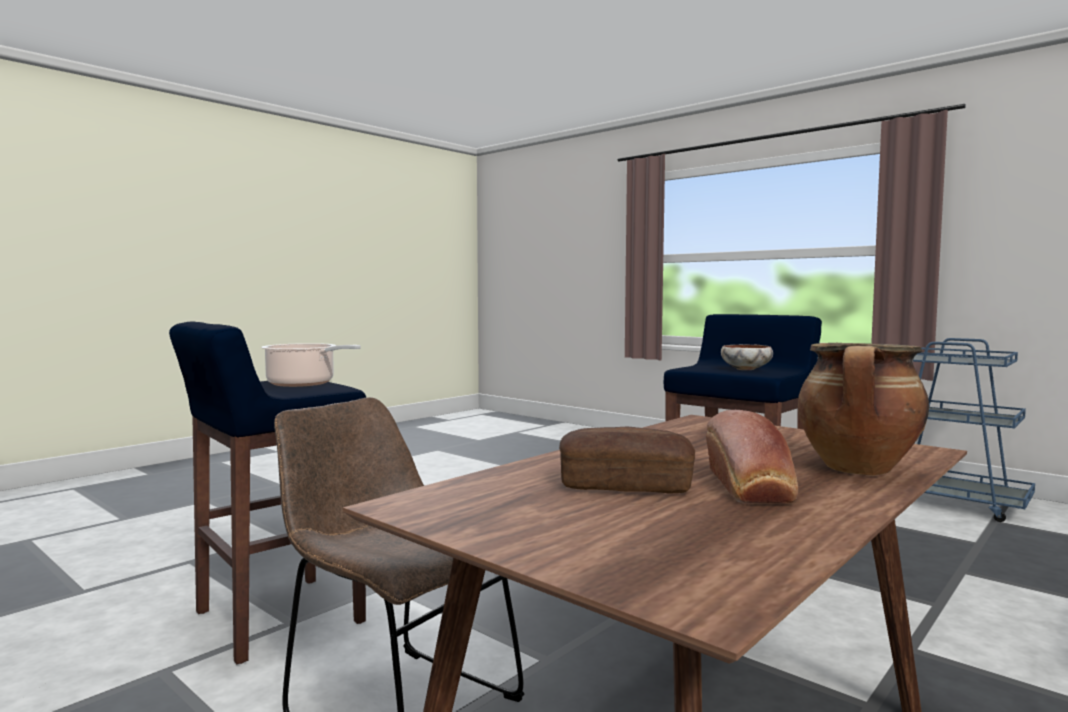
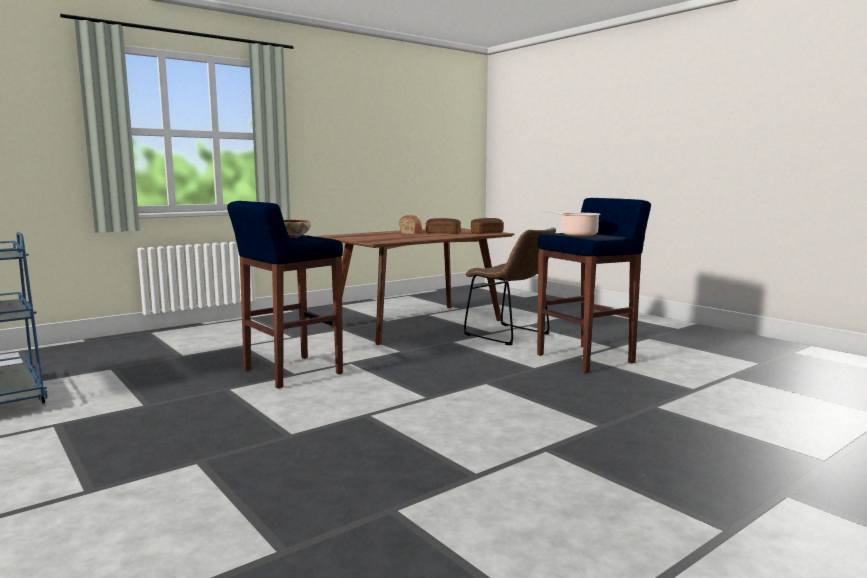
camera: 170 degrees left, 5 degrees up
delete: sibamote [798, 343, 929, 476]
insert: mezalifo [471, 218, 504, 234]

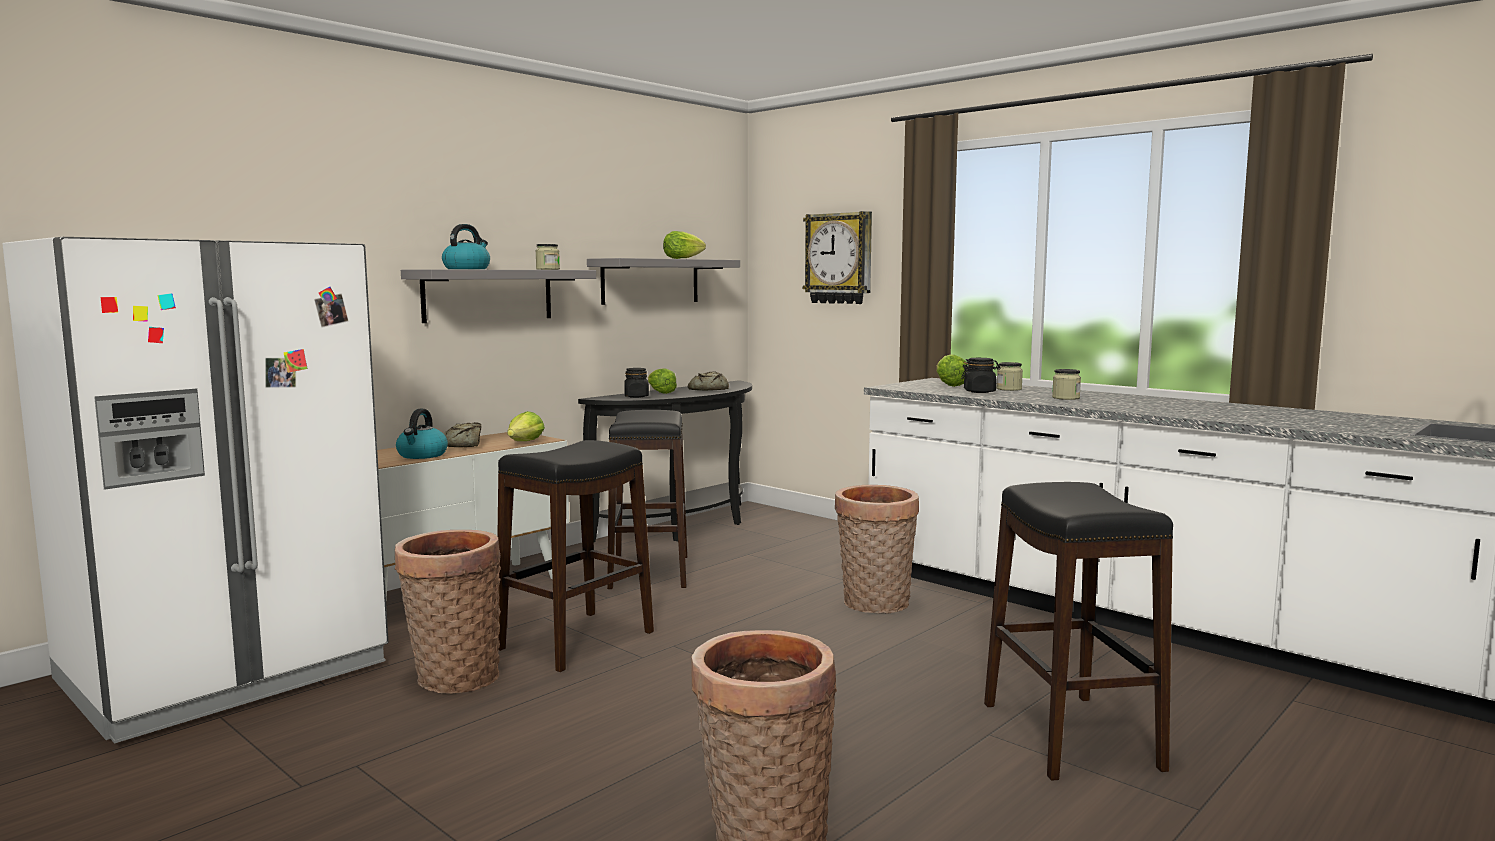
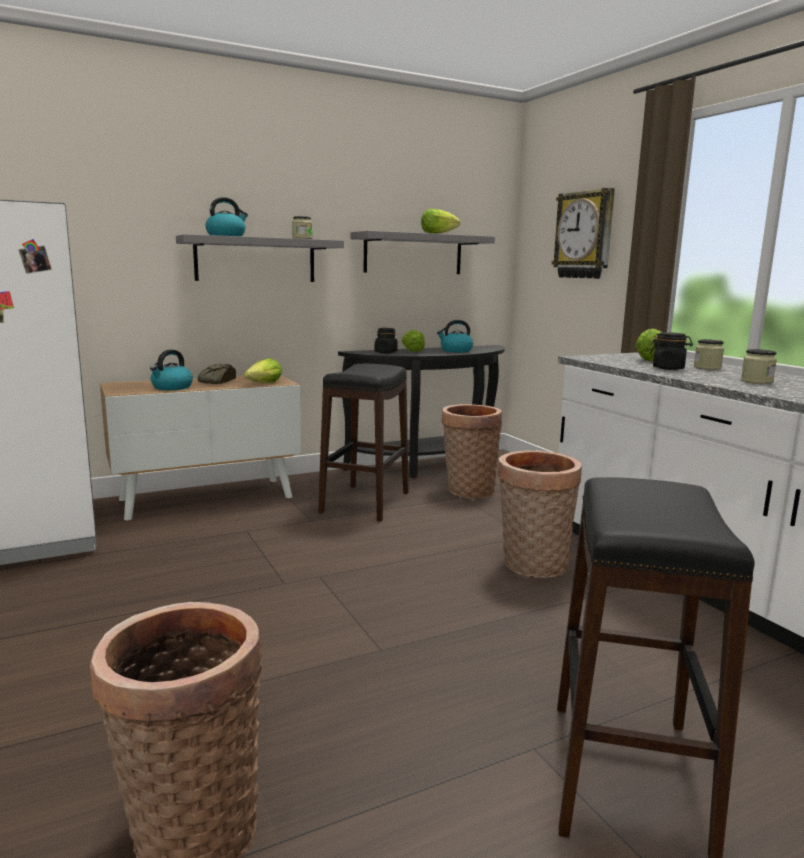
camera: 20 degrees right, 5 degrees up
delete: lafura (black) [497, 440, 654, 672]
move: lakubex [395, 530, 501, 694] to [442, 404, 502, 499]
replace: mezalifo [688, 372, 729, 391] to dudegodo [437, 320, 473, 353]

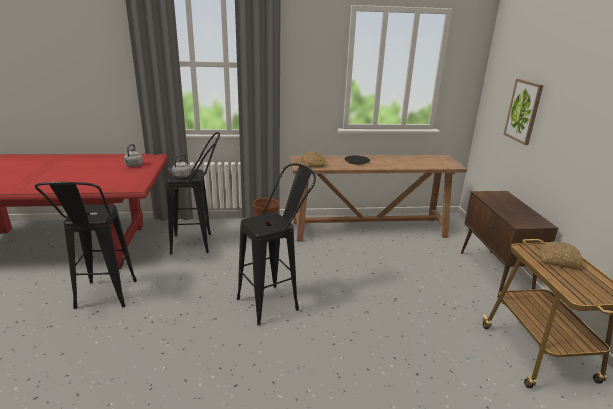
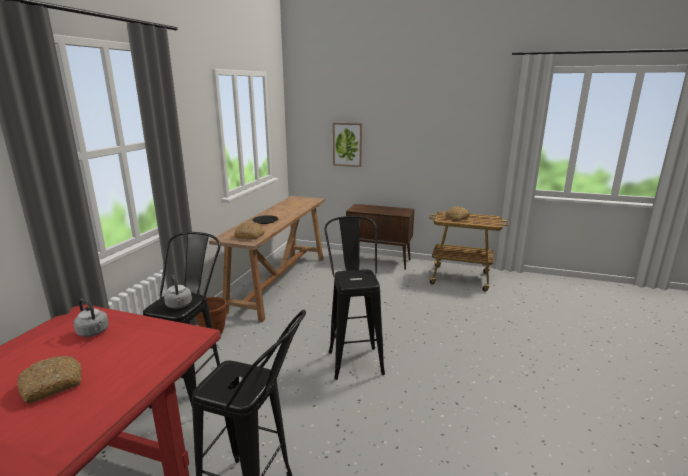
camera: 65 degrees left, 5 degrees down
insert: mezalifo [18, 356, 81, 403]

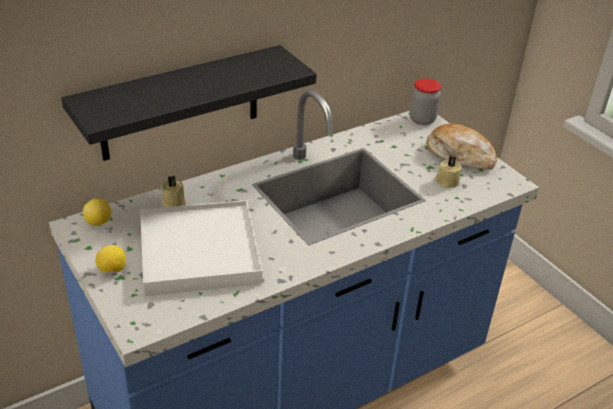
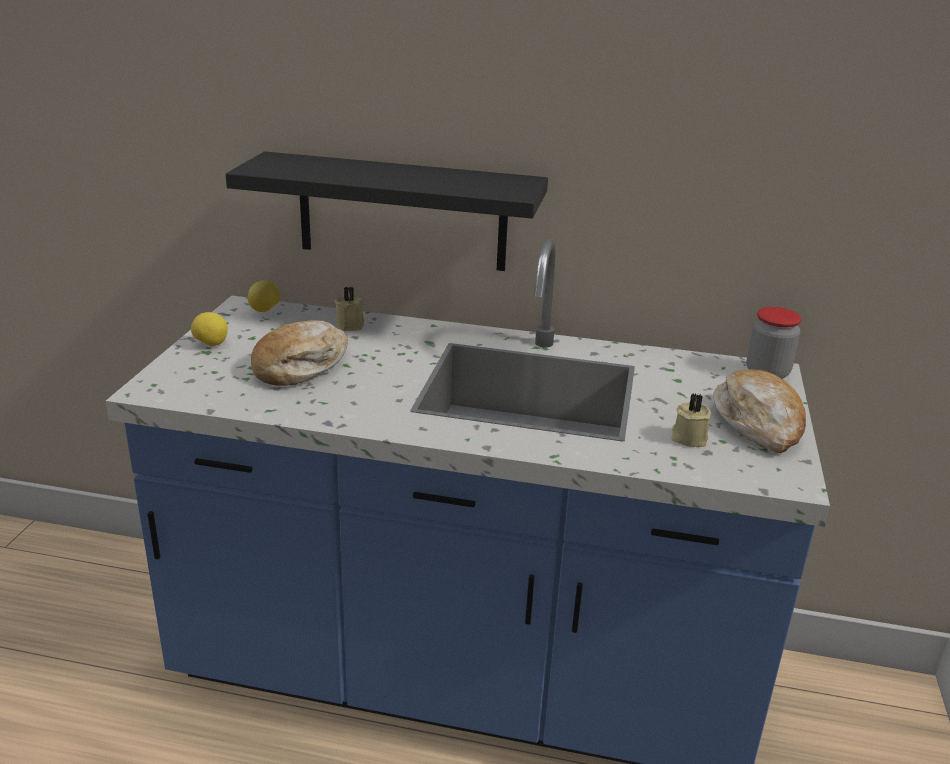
camera: 45 degrees right, 10 degrees down
replace: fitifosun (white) [140, 200, 262, 296] to mezalifo [251, 320, 348, 386]

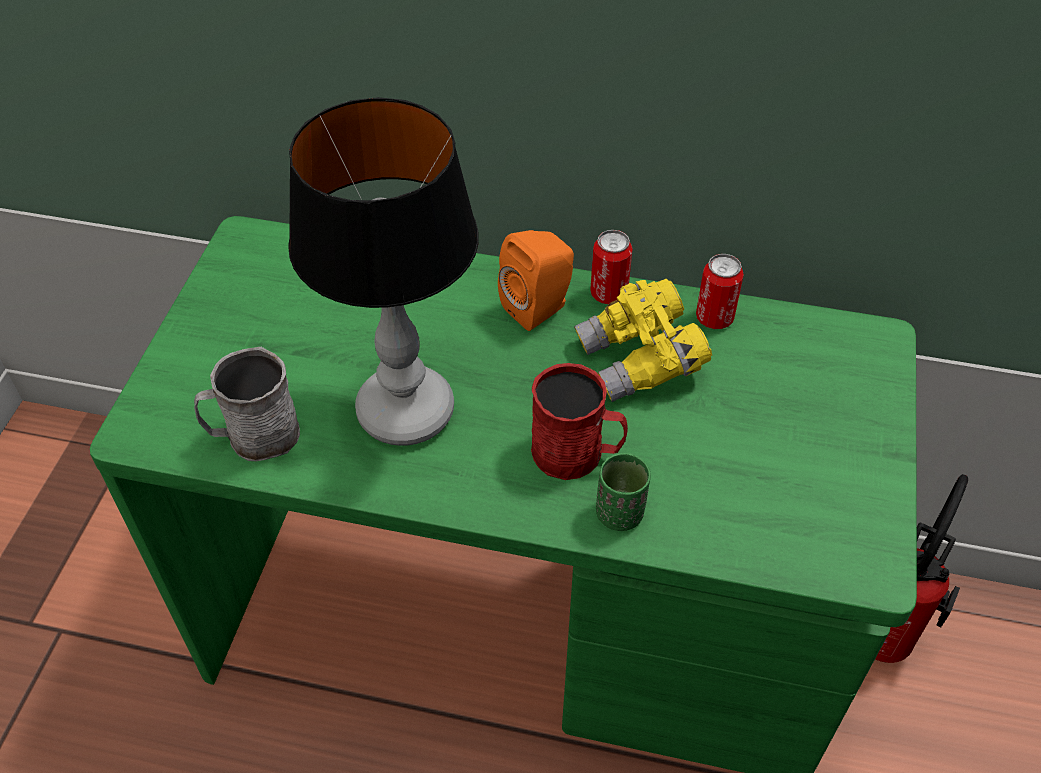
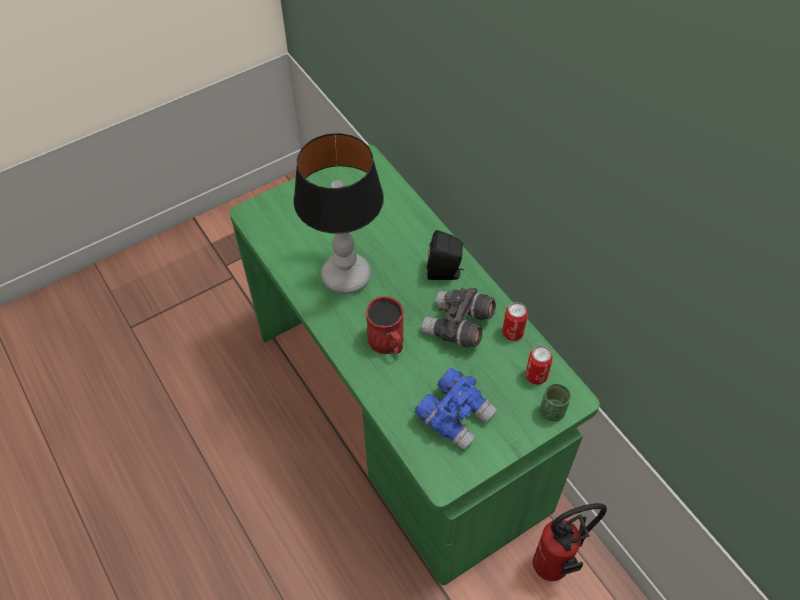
camera: 45 degrees right, 5 degrees up
delete: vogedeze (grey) [194, 347, 300, 461]
insert: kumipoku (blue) [415, 368, 497, 450]
move: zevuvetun [590, 230, 633, 304] to [525, 346, 553, 385]; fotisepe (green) [596, 452, 651, 531] to [540, 383, 571, 422]
recolor: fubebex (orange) [498, 230, 574, 331] to fubebex (black) [427, 230, 464, 280]; kumipoku (yellow) [574, 279, 712, 402] to kumipoku (grey) [422, 288, 496, 347]

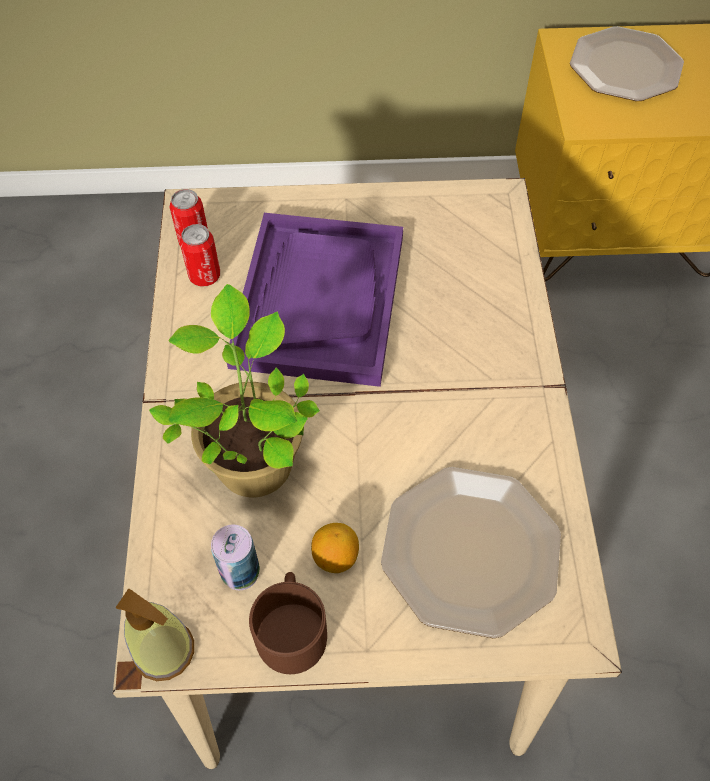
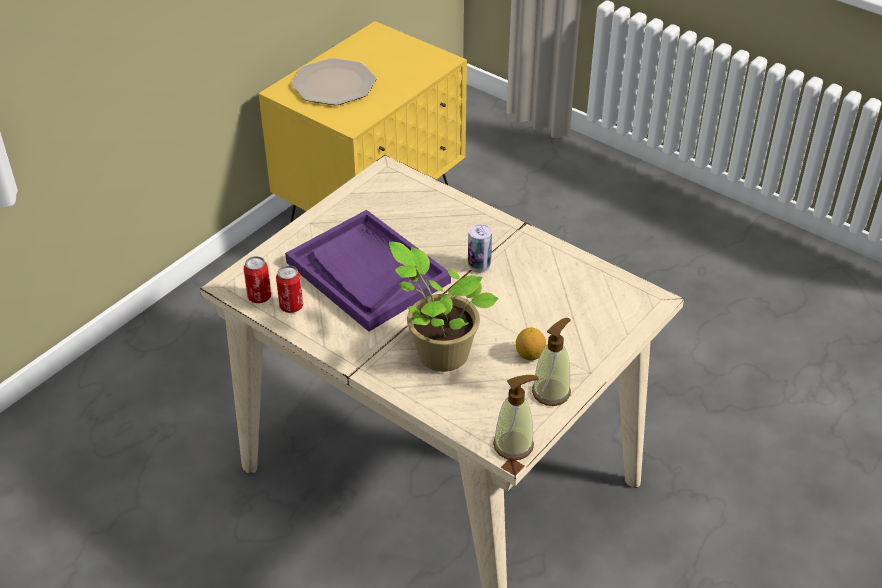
camera: 50 degrees left, 15 degrees down
delete: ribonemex [381, 467, 561, 639]
move: zevuvetun [211, 525, 260, 590] to [468, 224, 492, 273]
replace: vogedeze (brown) [249, 572, 327, 674] to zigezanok [532, 318, 571, 406]

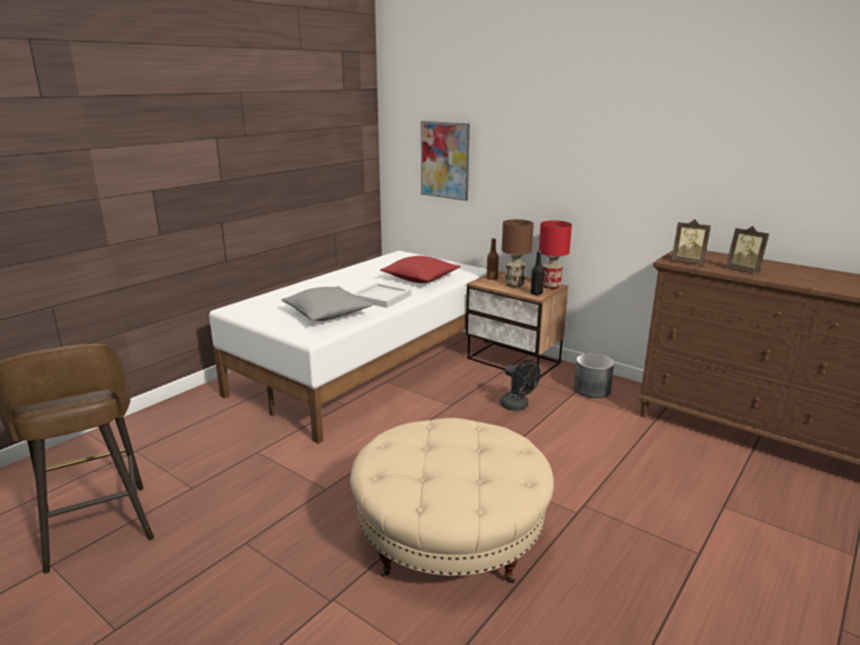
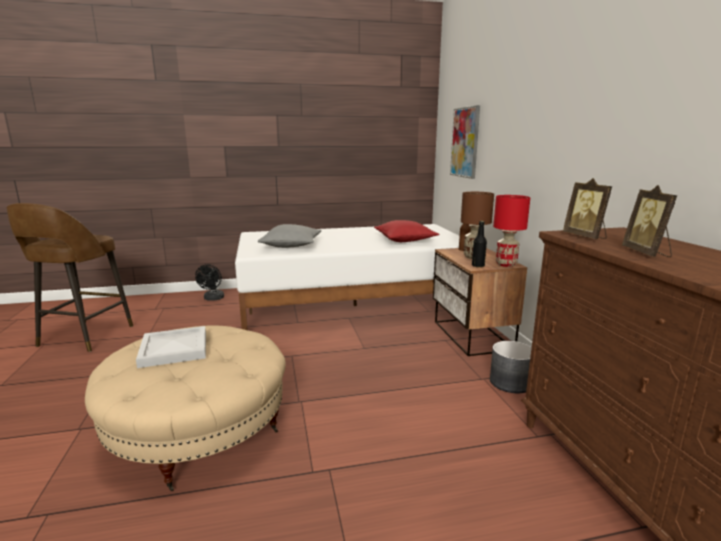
camera: 40 degrees right, 5 degrees down
move: fitifosun (white) [352, 283, 412, 308] to [136, 326, 206, 368]; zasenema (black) [500, 360, 540, 411] to [195, 264, 224, 301]

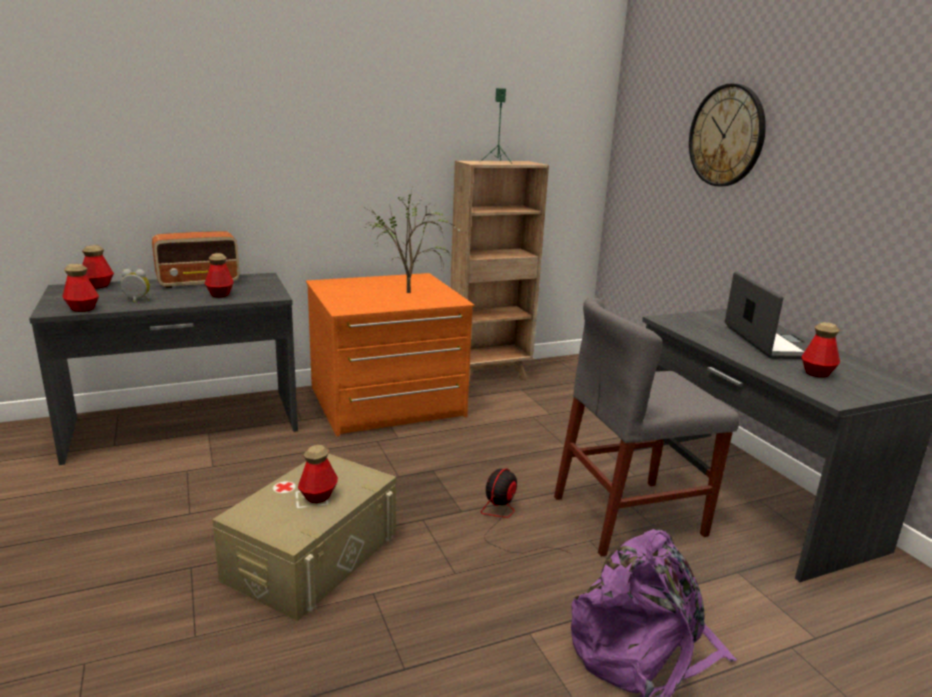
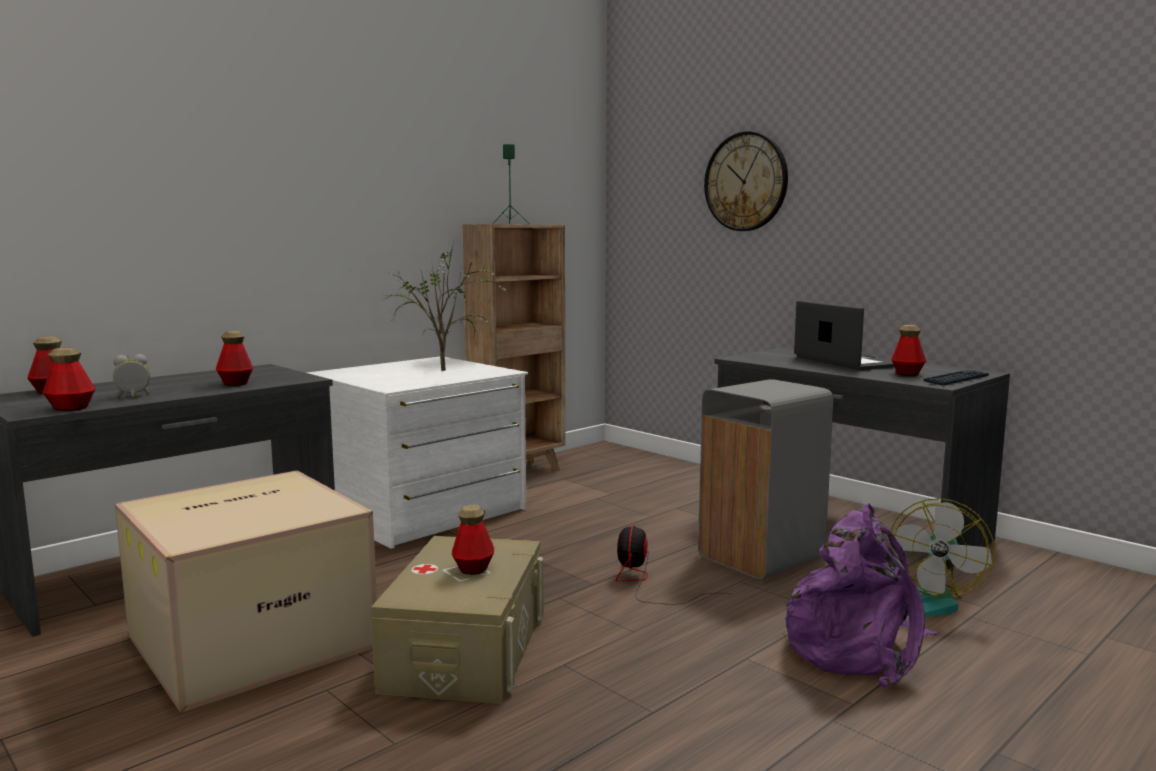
camera: 20 degrees left, 10 degrees down
delete: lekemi [152, 231, 240, 289]
insert: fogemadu [924, 370, 989, 386]; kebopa [115, 470, 377, 713]; zasenema [890, 498, 995, 617]
replace: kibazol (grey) [554, 297, 740, 557] to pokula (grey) [698, 379, 833, 579]
recolor: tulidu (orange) [306, 273, 475, 437] to tulidu (white) [307, 357, 528, 549]

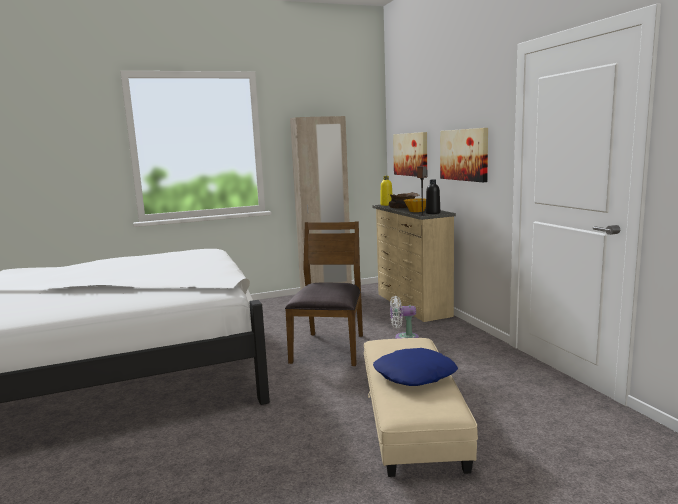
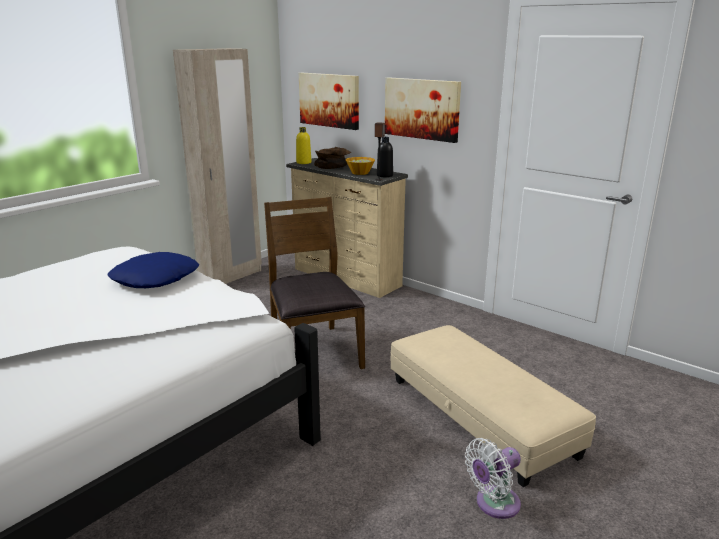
camera: 30 degrees left, 10 degrees up
move: zasenema (white) [390, 296, 419, 339] to [465, 438, 521, 519]; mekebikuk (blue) [373, 348, 458, 386] to [108, 252, 199, 288]

